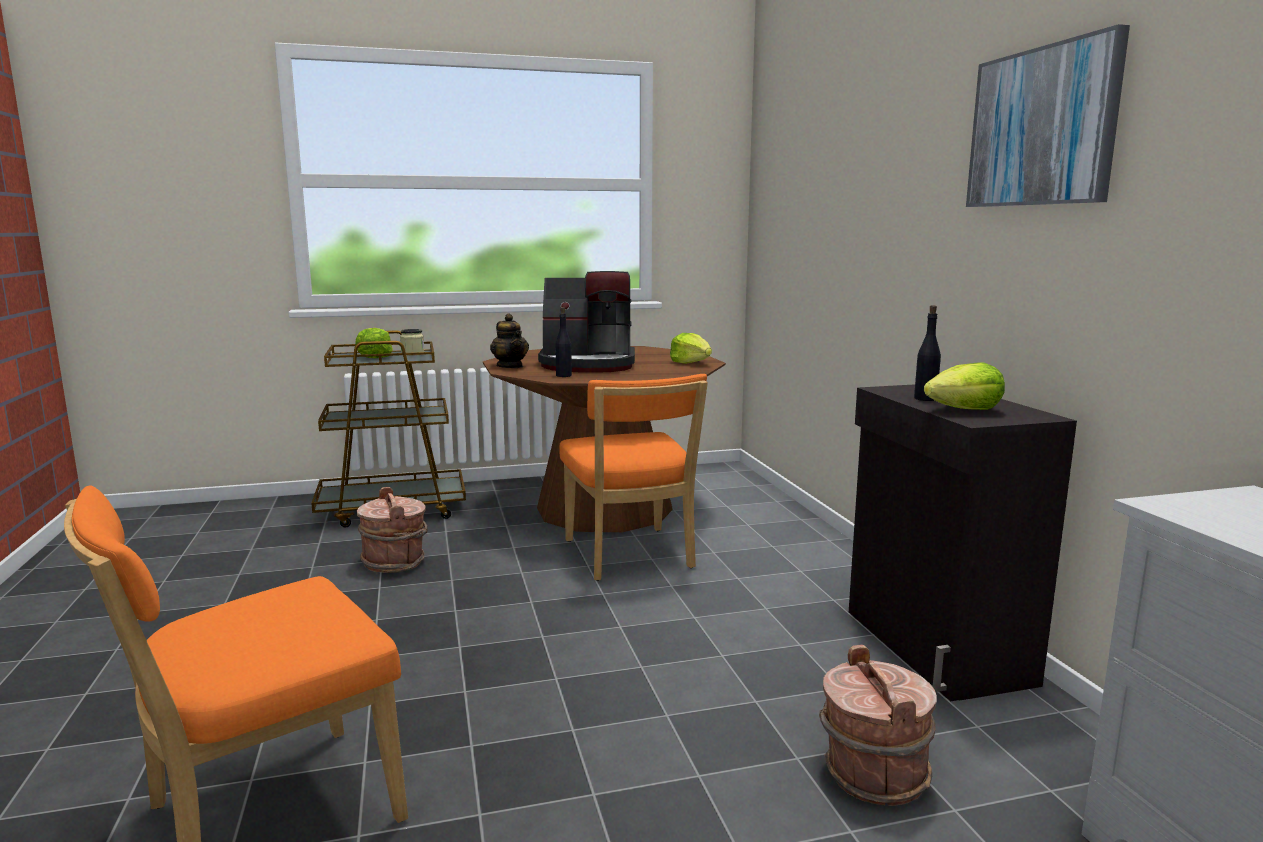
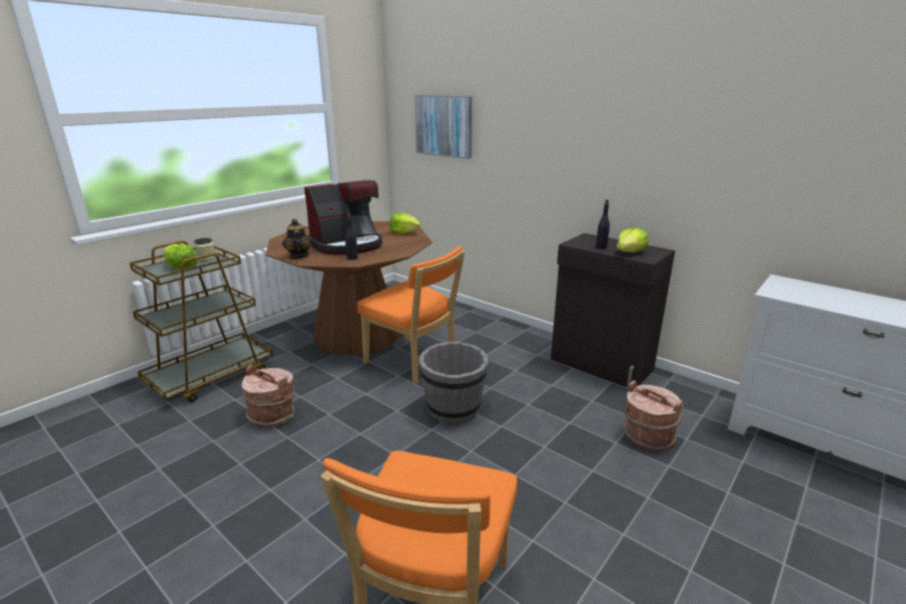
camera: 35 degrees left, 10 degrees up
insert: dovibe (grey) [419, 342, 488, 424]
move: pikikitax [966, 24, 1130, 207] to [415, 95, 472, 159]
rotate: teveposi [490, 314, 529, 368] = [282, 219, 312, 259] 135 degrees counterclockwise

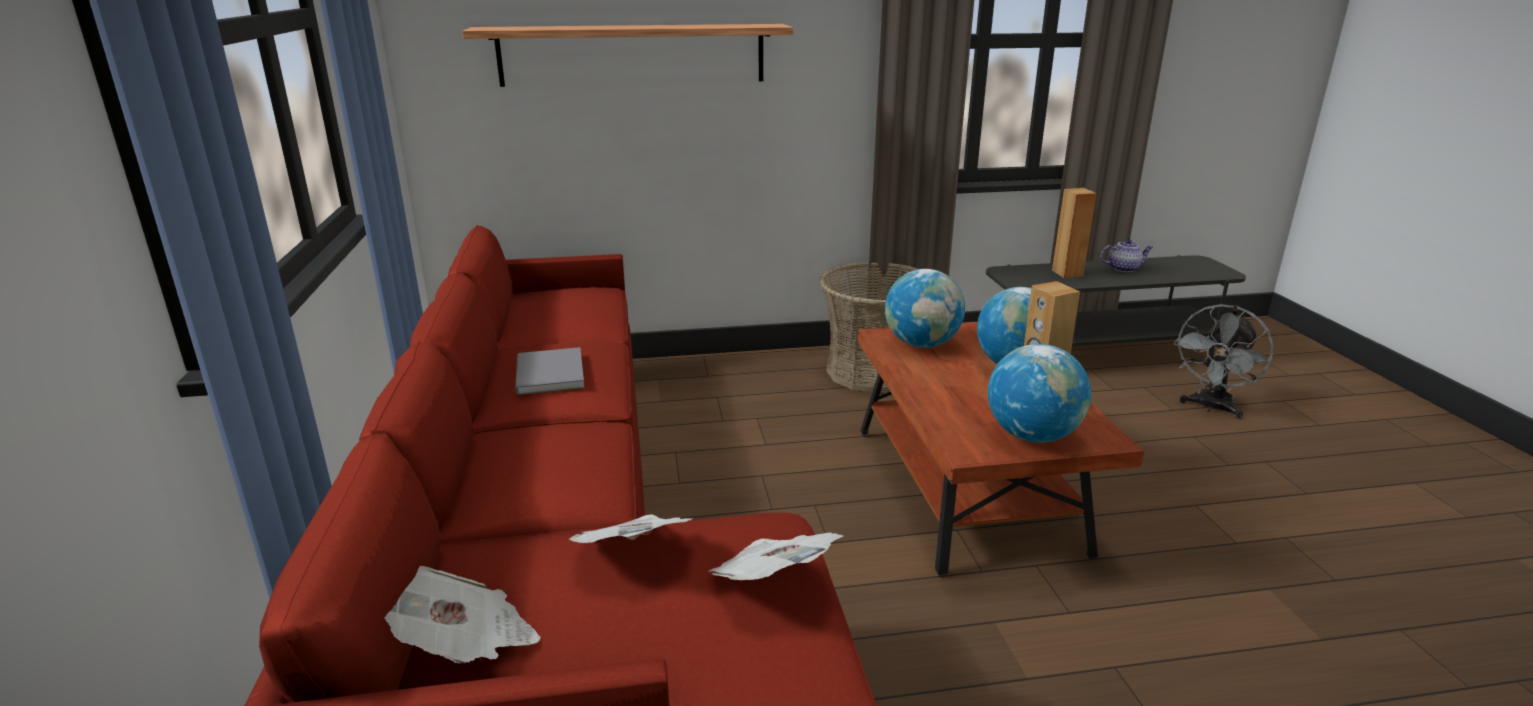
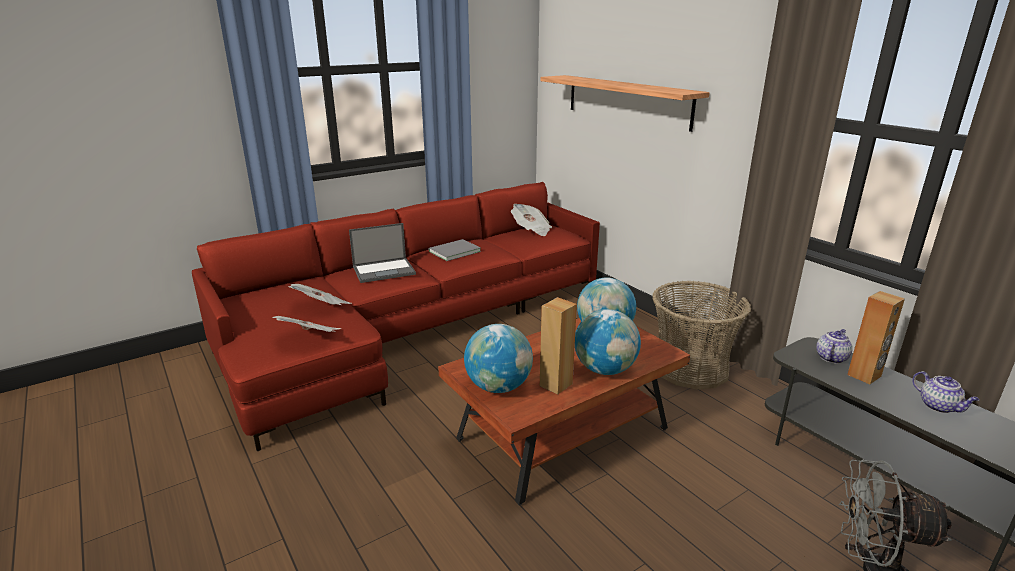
camera: 65 degrees right, 0 degrees up
insert: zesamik [349, 223, 416, 283]; teveposi [816, 329, 853, 364]
move: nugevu [385, 566, 541, 664] to [511, 204, 552, 236]

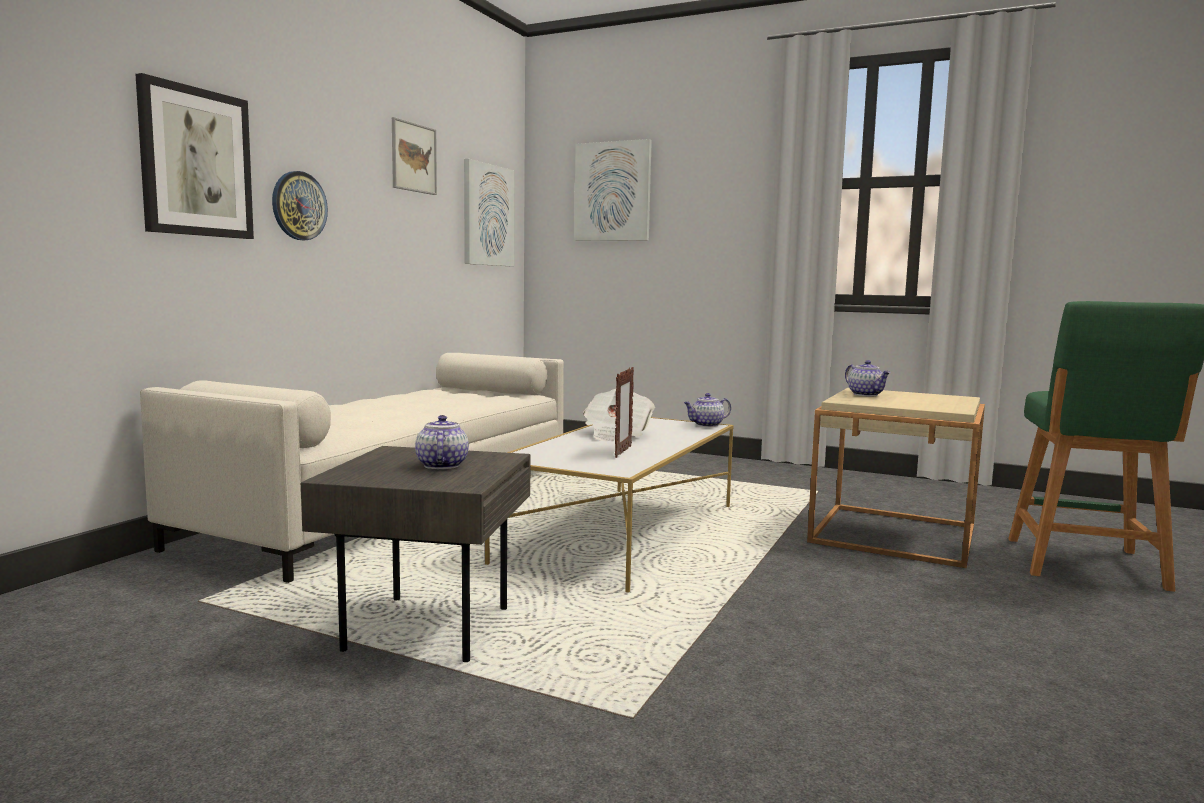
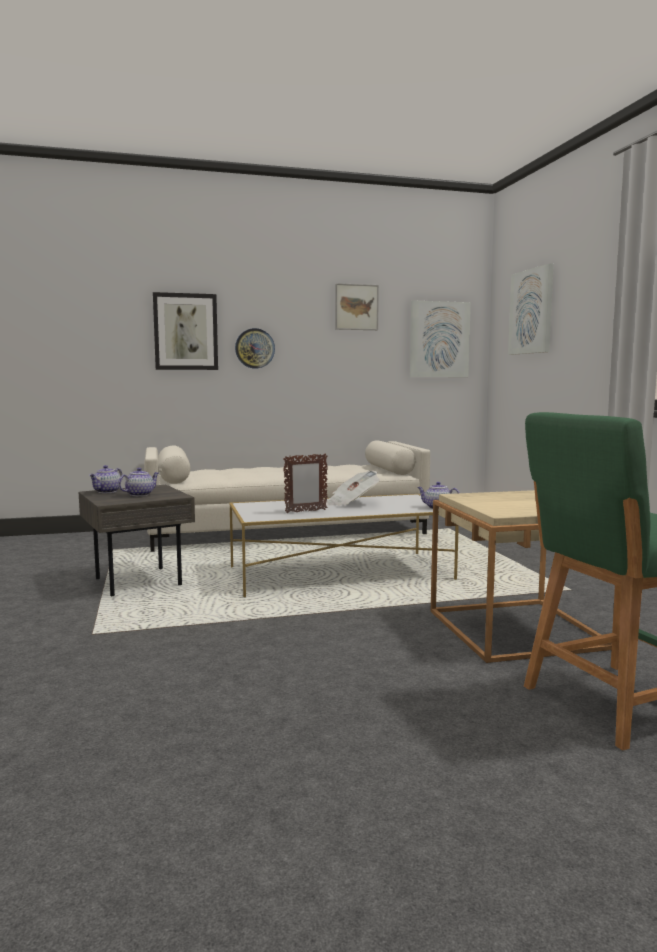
camera: 50 degrees right, 0 degrees up
move: teveposi [845, 360, 891, 397] to [89, 465, 123, 493]

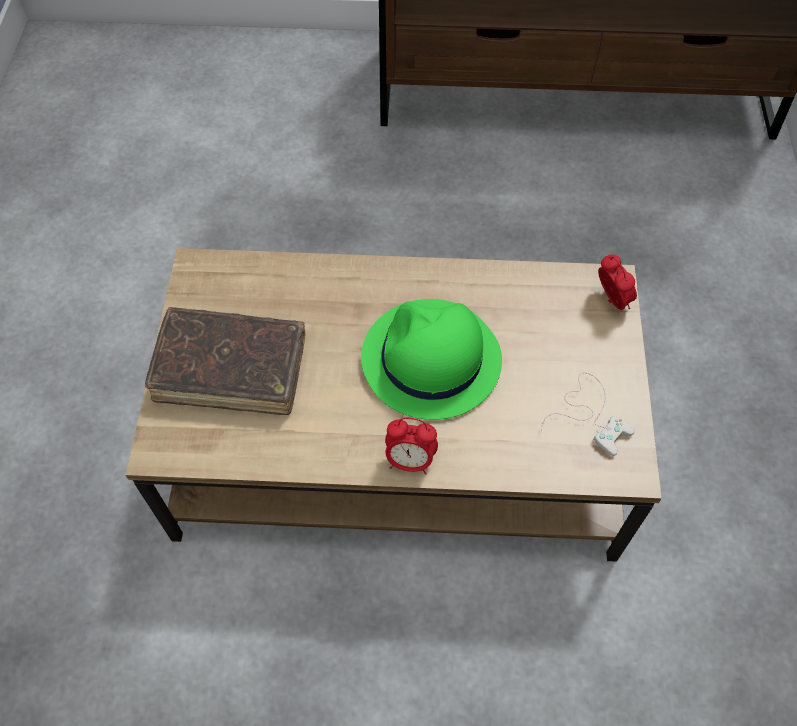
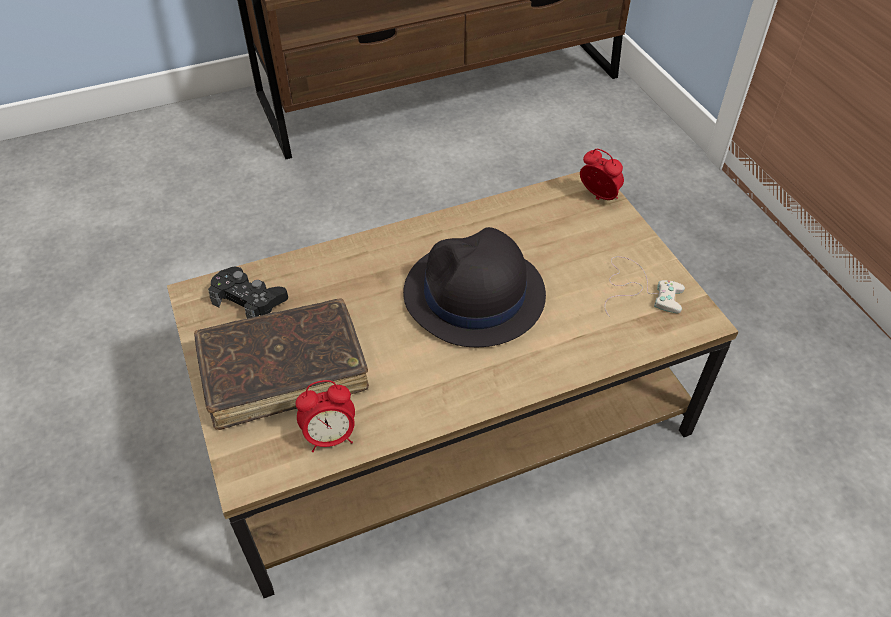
camera: 25 degrees left, 10 degrees down
insert: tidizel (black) [208, 266, 288, 319]
move: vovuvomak [385, 418, 438, 474] to [296, 380, 355, 452]
recolor: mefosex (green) [361, 299, 502, 420] to mefosex (black) [403, 227, 546, 347]

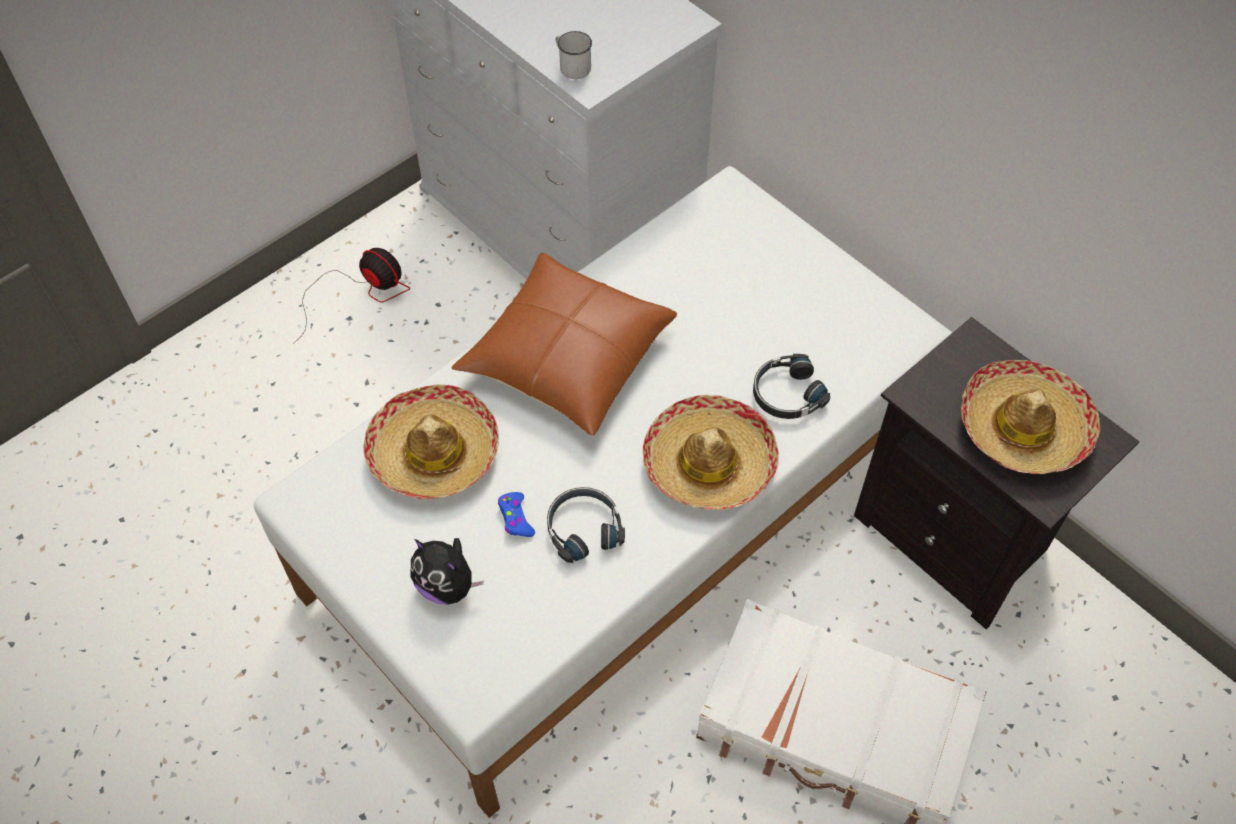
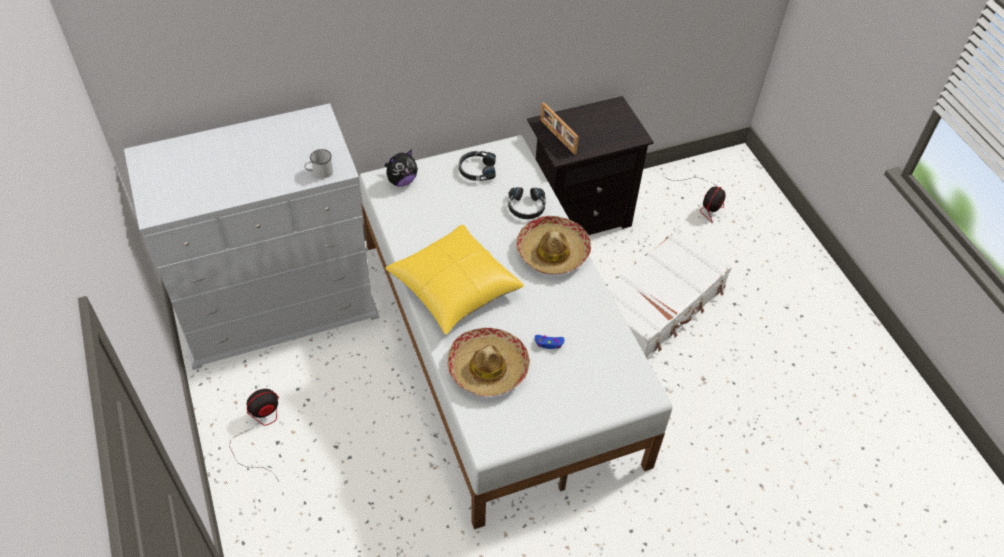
camera: 70 degrees left, 5 degrees down
delete: mefosex [961, 360, 1100, 474]
insert: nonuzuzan [540, 102, 579, 155]; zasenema [664, 177, 726, 223]
move: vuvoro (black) [547, 487, 625, 563] to [459, 151, 496, 181]; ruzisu [410, 538, 484, 605] to [384, 150, 418, 187]
recolor: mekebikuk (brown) [452, 253, 677, 436] to mekebikuk (yellow) [385, 225, 524, 335]

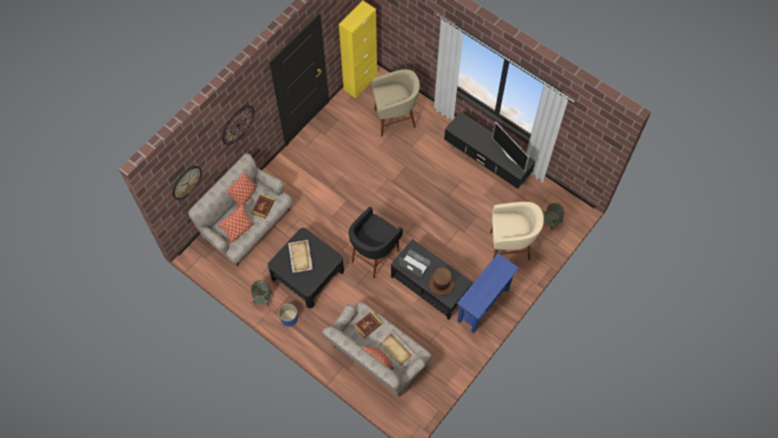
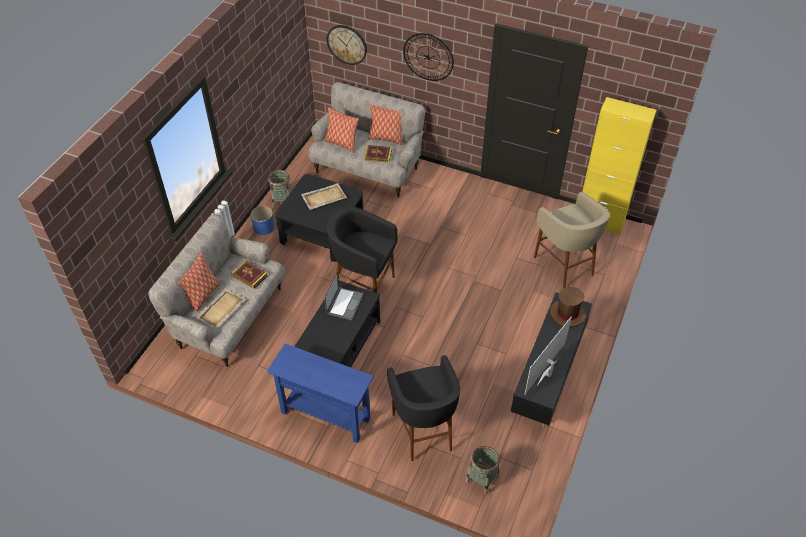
camera: 75 degrees right, 15 degrees down
move: mefosex (brown) [429, 267, 454, 296] to [550, 287, 586, 327]
recolor: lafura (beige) [490, 202, 544, 260] to lafura (black) [387, 355, 460, 461]

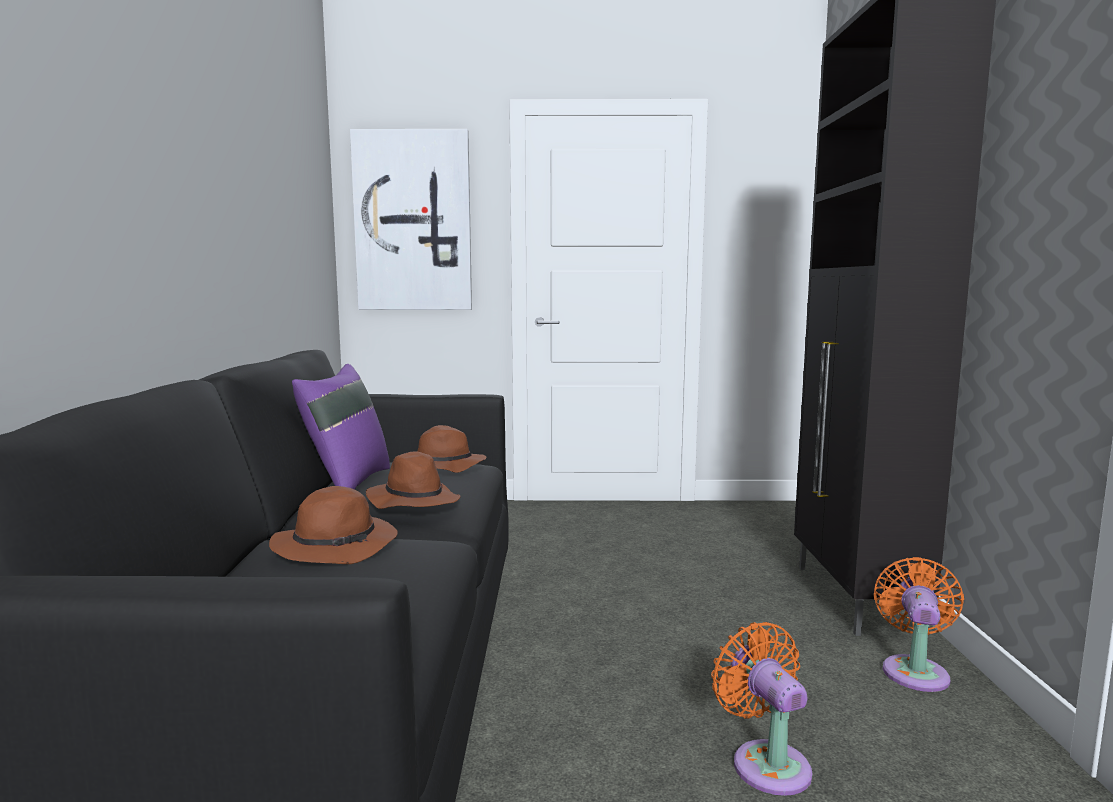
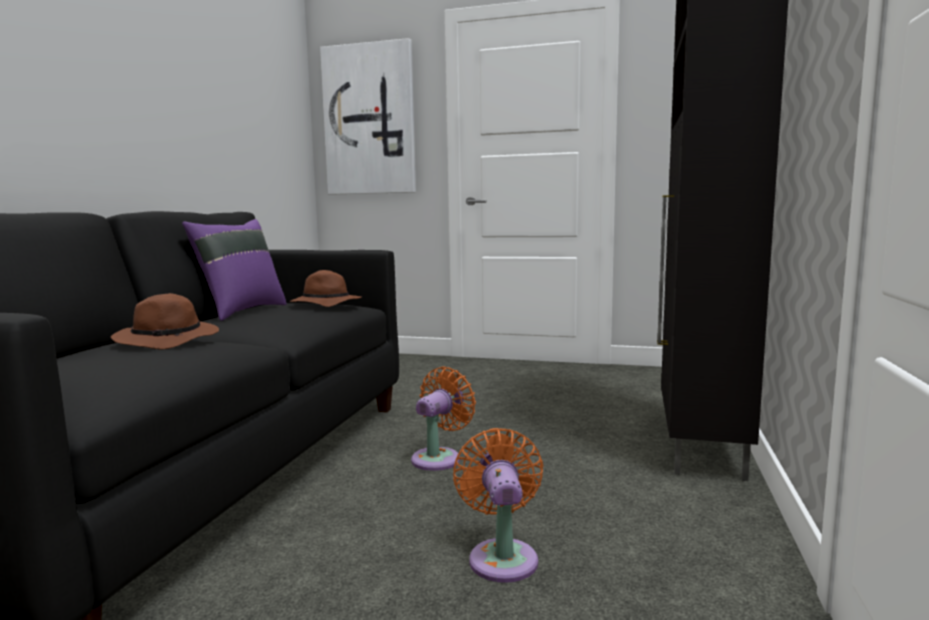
camera: 15 degrees right, 0 degrees up
delete: mefosex (brown) [366, 451, 460, 509]
move: zasenema (orange) [874, 557, 964, 692] to [411, 366, 476, 471]

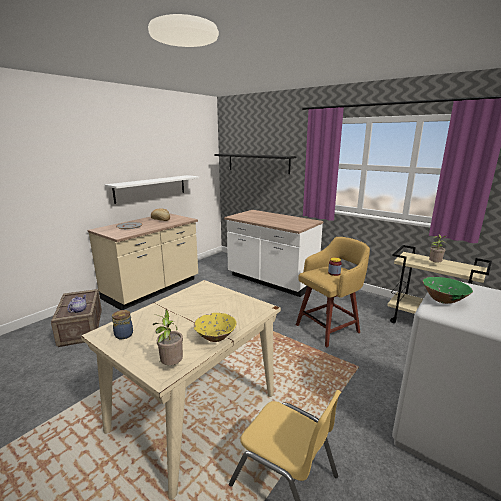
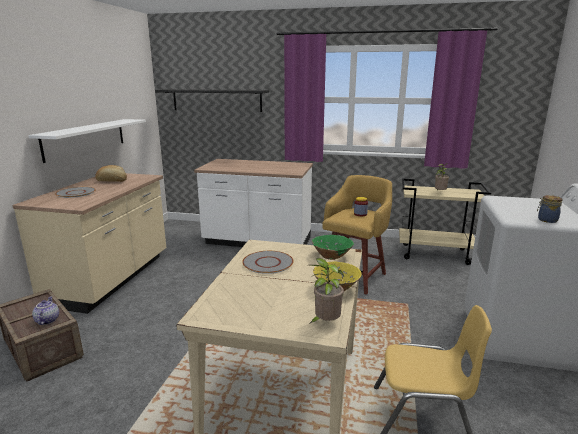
camera: 25 degrees left, 0 degrees up
insert: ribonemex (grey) [242, 251, 294, 274]
move: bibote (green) [423, 277, 473, 304] to [312, 235, 354, 260]; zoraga [112, 310, 133, 339] to [537, 195, 563, 223]

